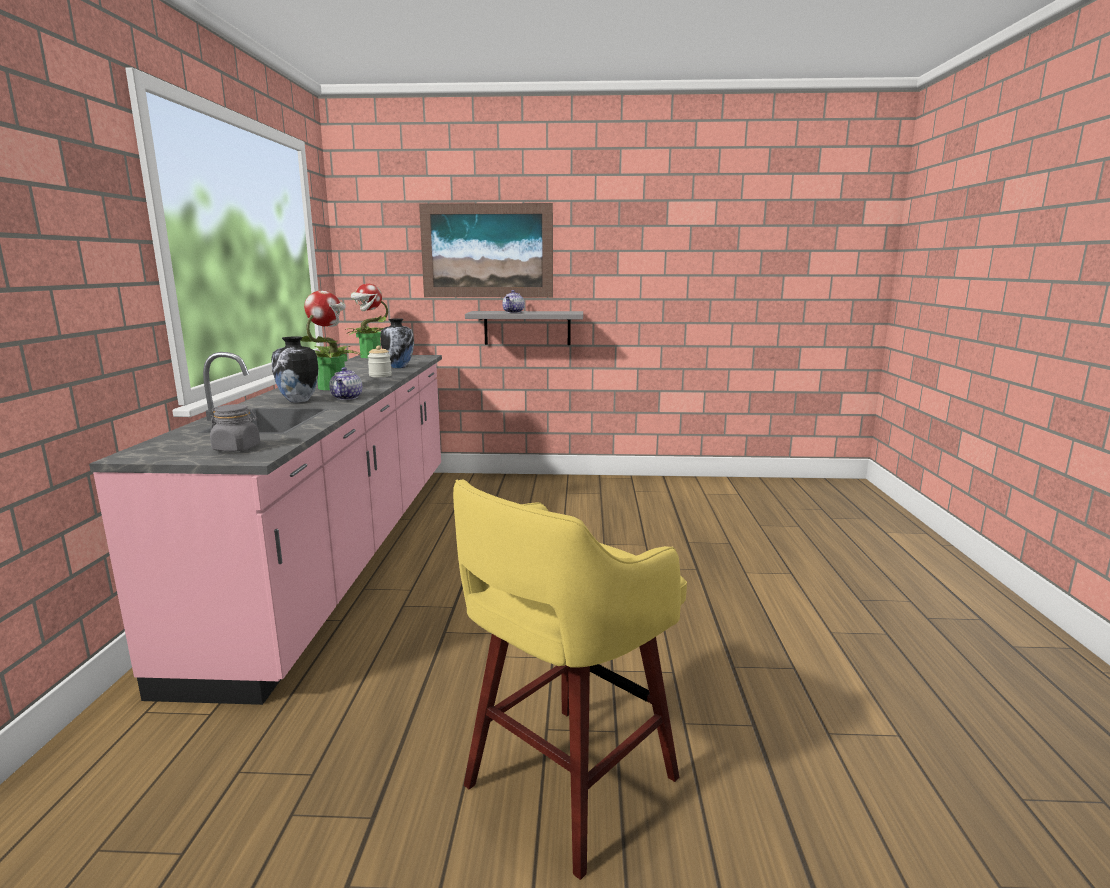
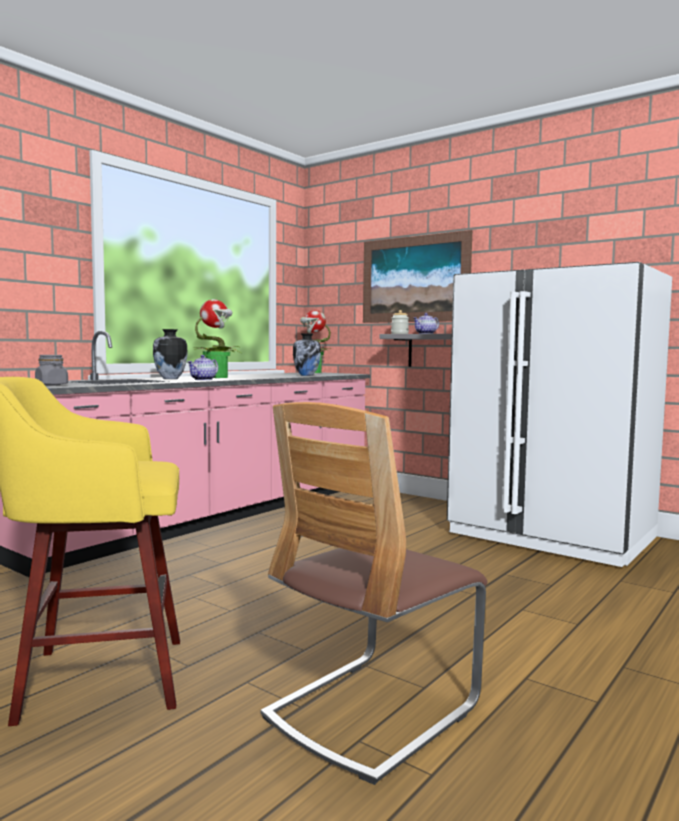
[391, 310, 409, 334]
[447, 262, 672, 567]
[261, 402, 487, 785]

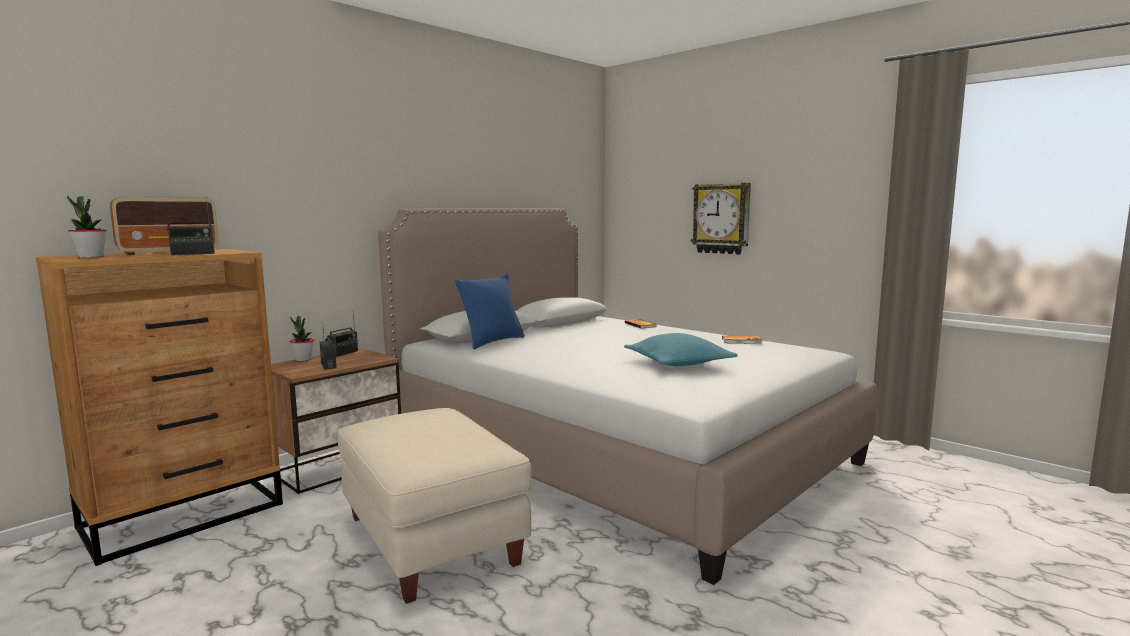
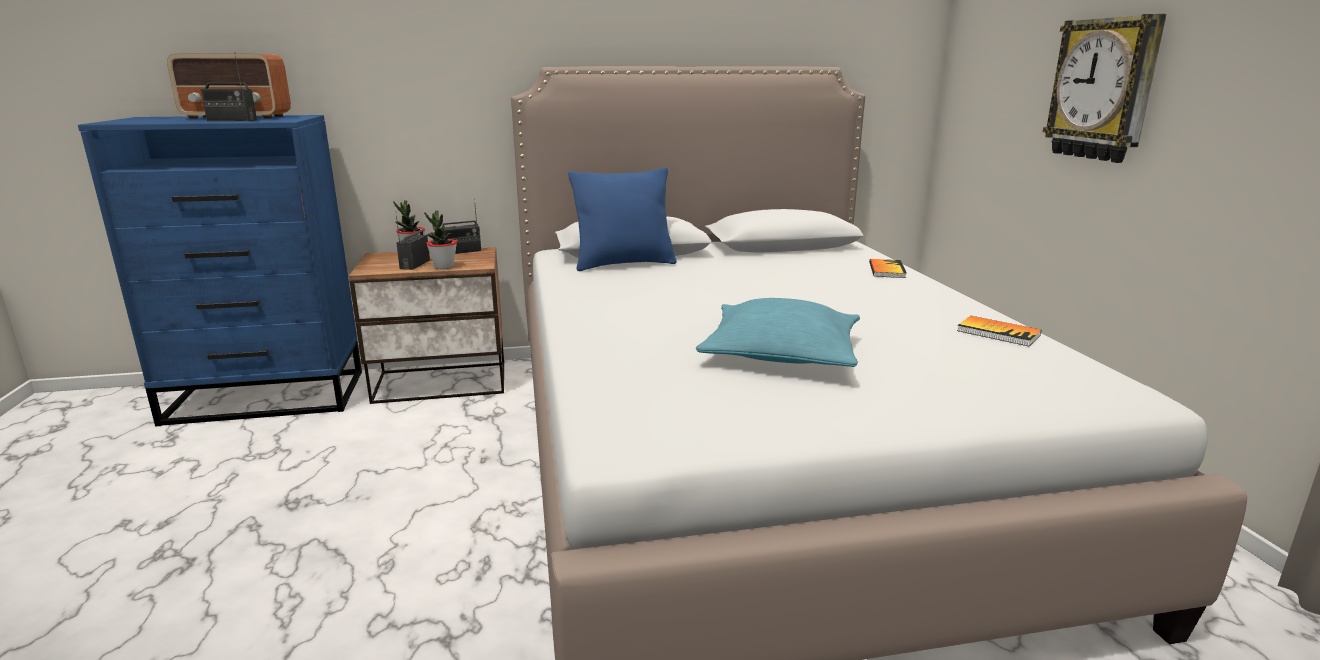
[424, 211, 457, 269]
[78, 115, 362, 426]
[338, 408, 531, 604] (first image)

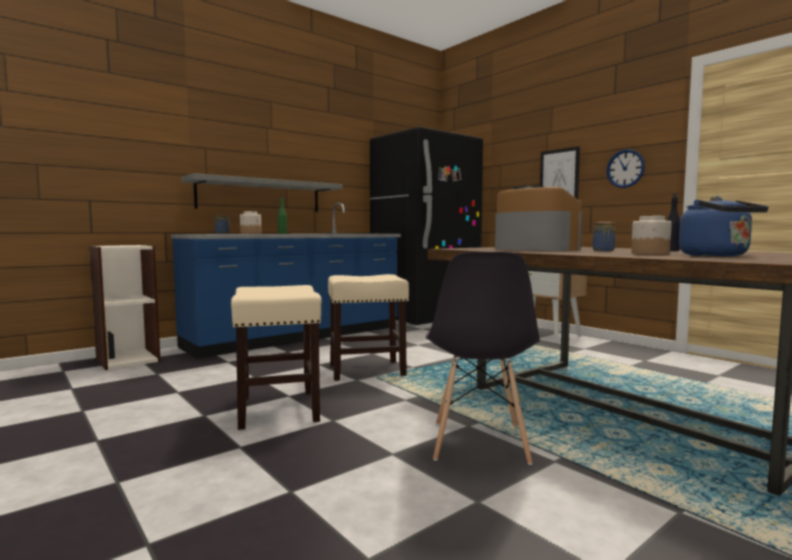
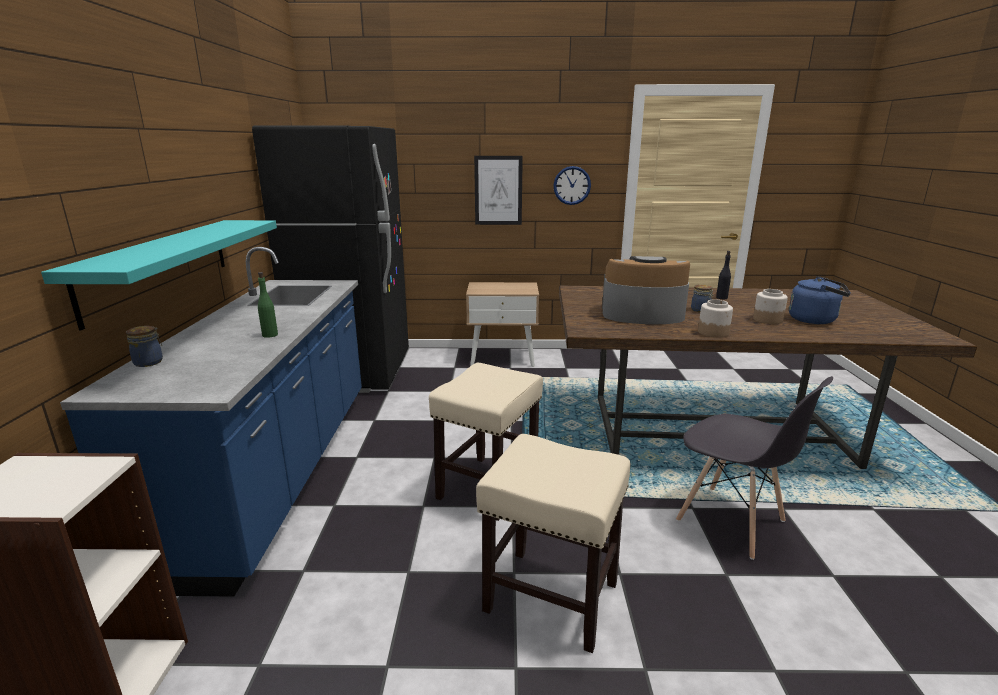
[41, 220, 277, 331]
[698, 299, 733, 338]

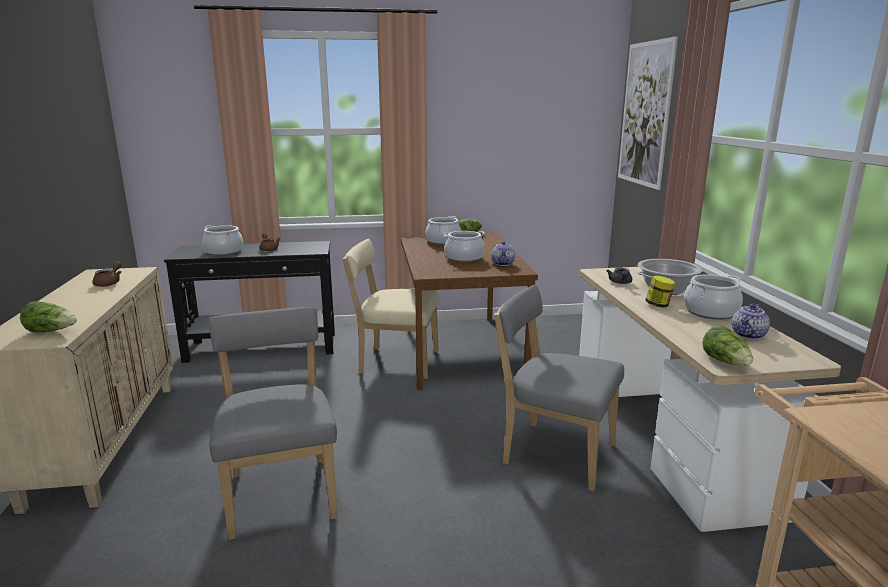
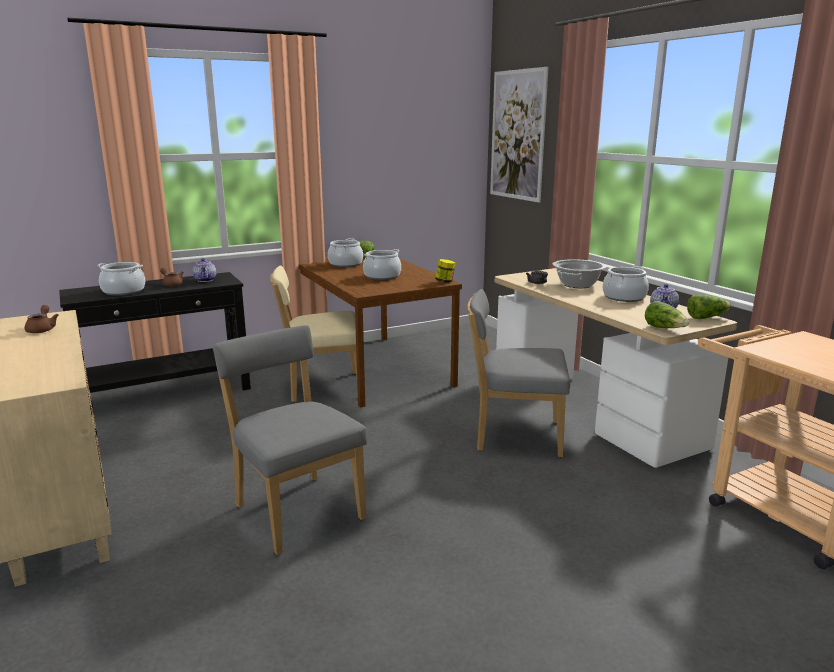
[192, 258, 216, 282]
[435, 259, 456, 283]
[687, 294, 732, 319]

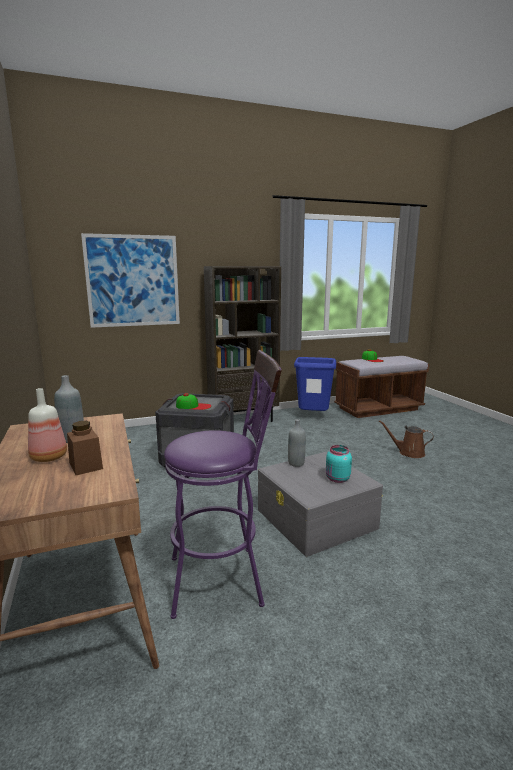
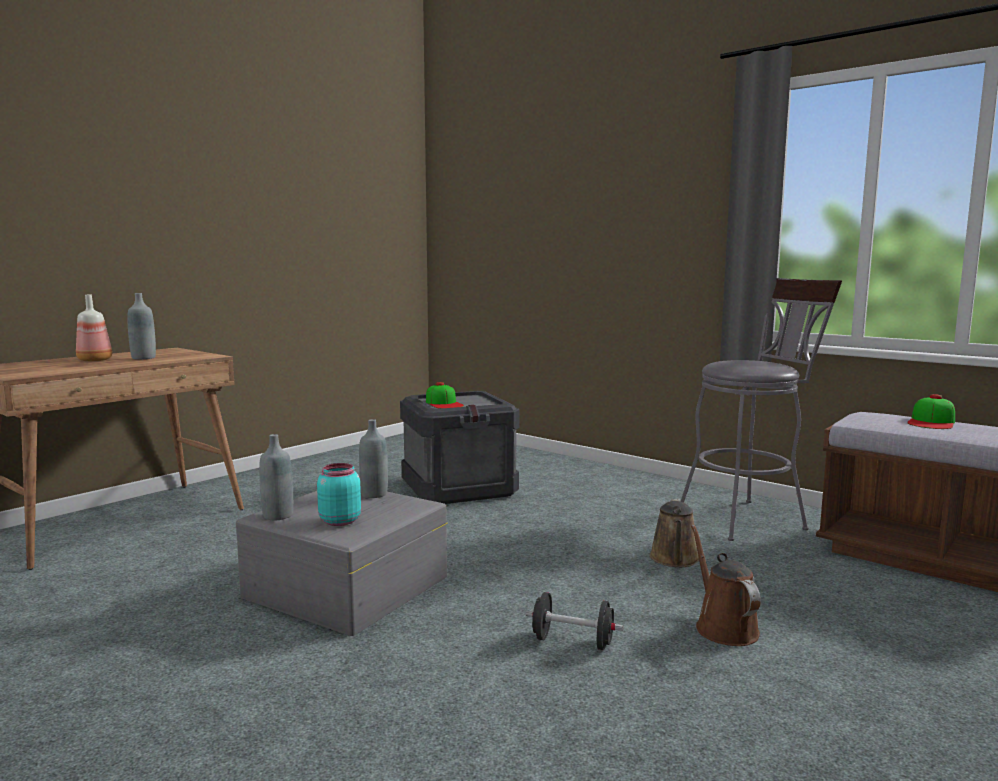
[81, 233, 180, 328] (first image)
[204, 266, 281, 422] (first image)
[164, 350, 282, 619] (first image)
[681, 278, 842, 541]
[67, 421, 103, 475] (first image)
[259, 434, 293, 521]
[650, 499, 699, 567]
[525, 592, 623, 650]

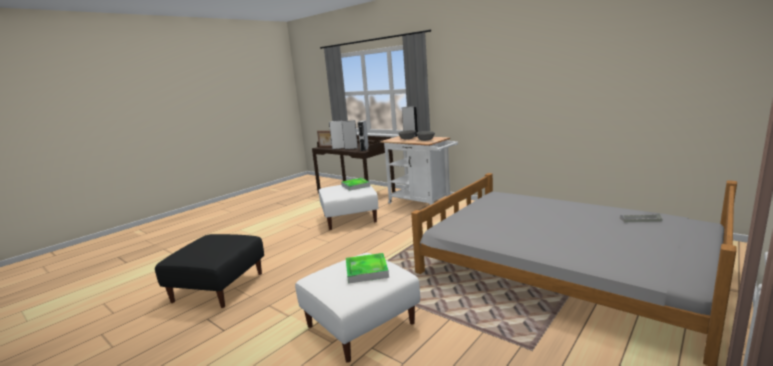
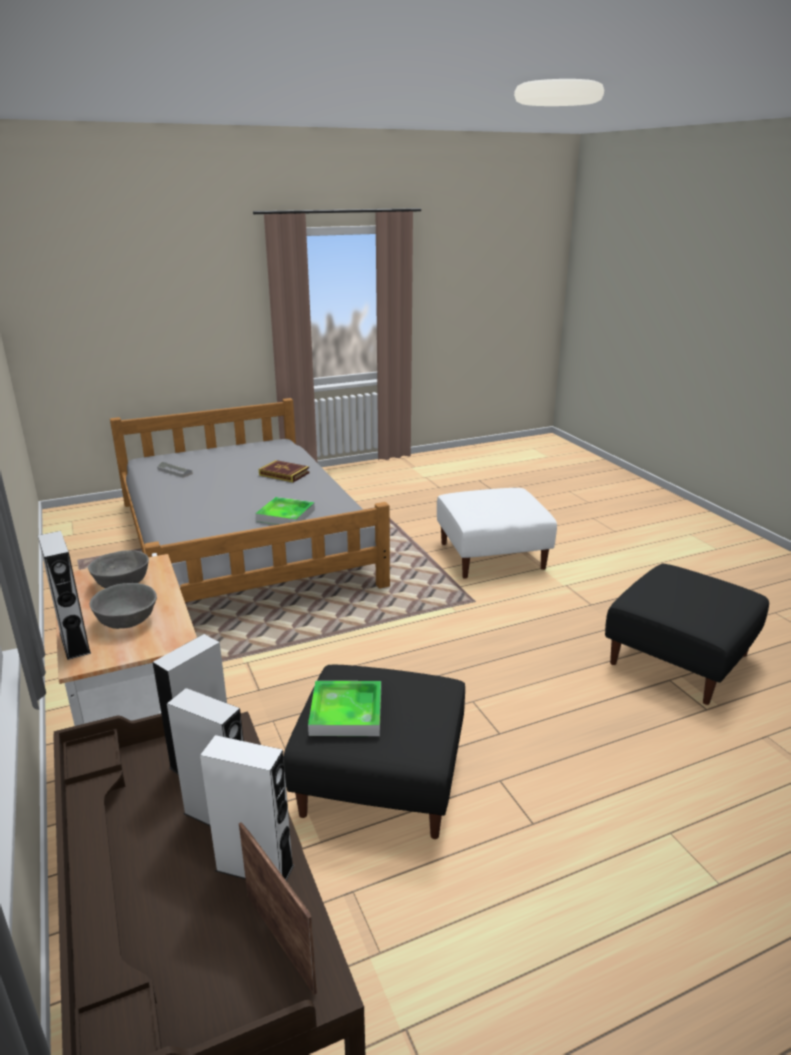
[284, 665, 465, 839]
[255, 497, 315, 525]
[259, 460, 310, 483]

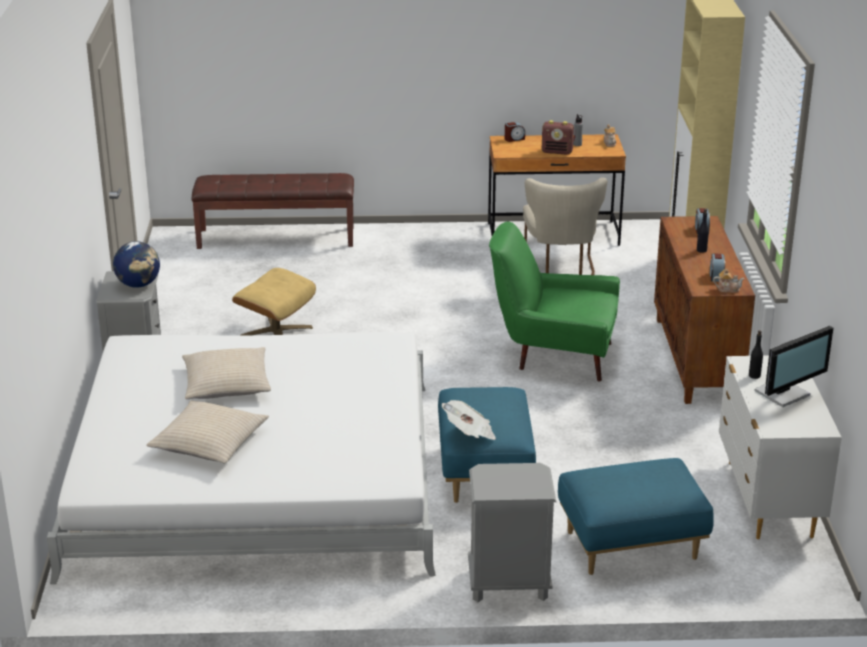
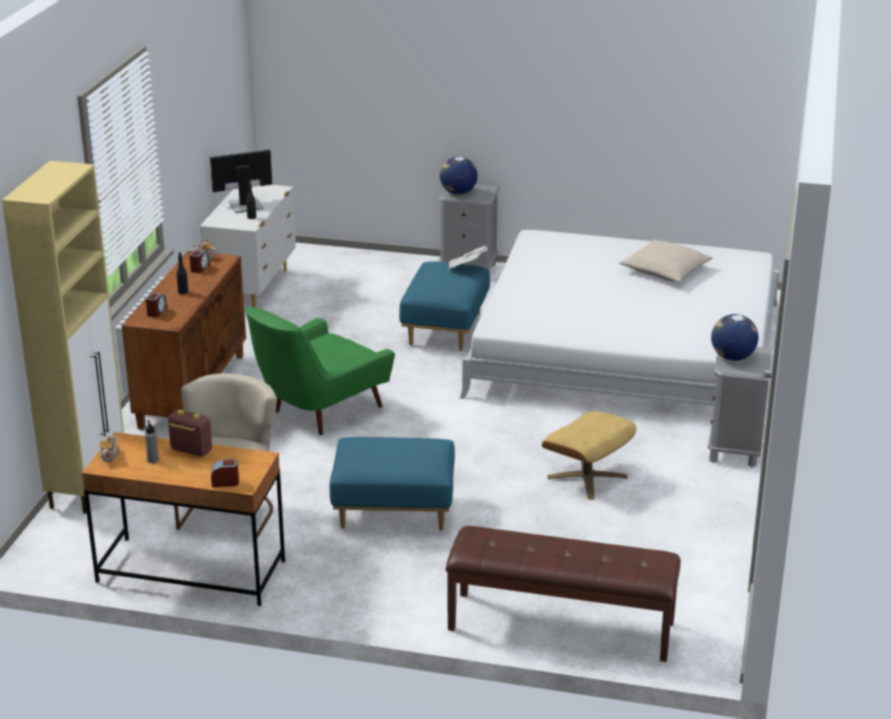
[245, 307, 395, 435]
[182, 347, 271, 399] (first image)
[329, 437, 455, 531]
[440, 157, 478, 195]

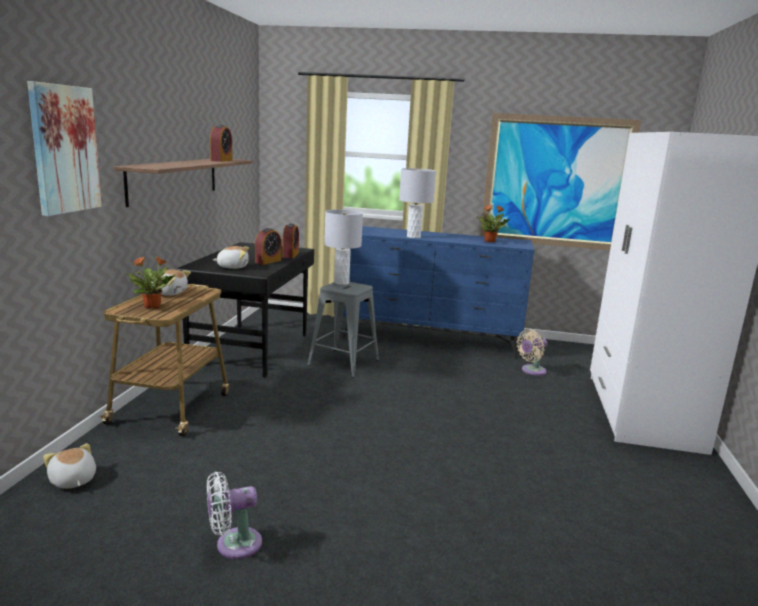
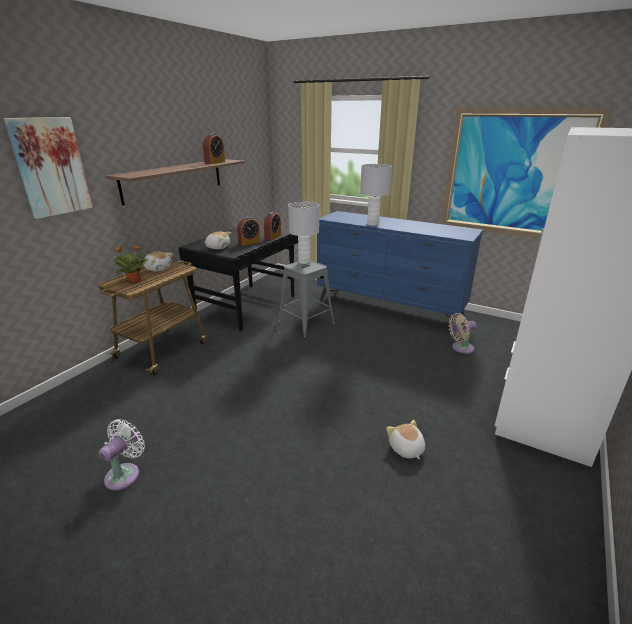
[477, 205, 510, 243] (first image)
[386, 420, 425, 460]
[99, 419, 145, 491]

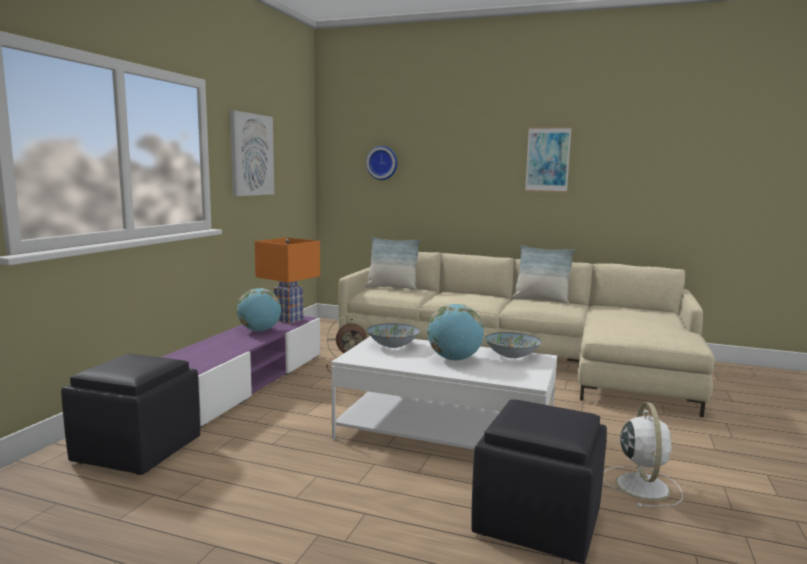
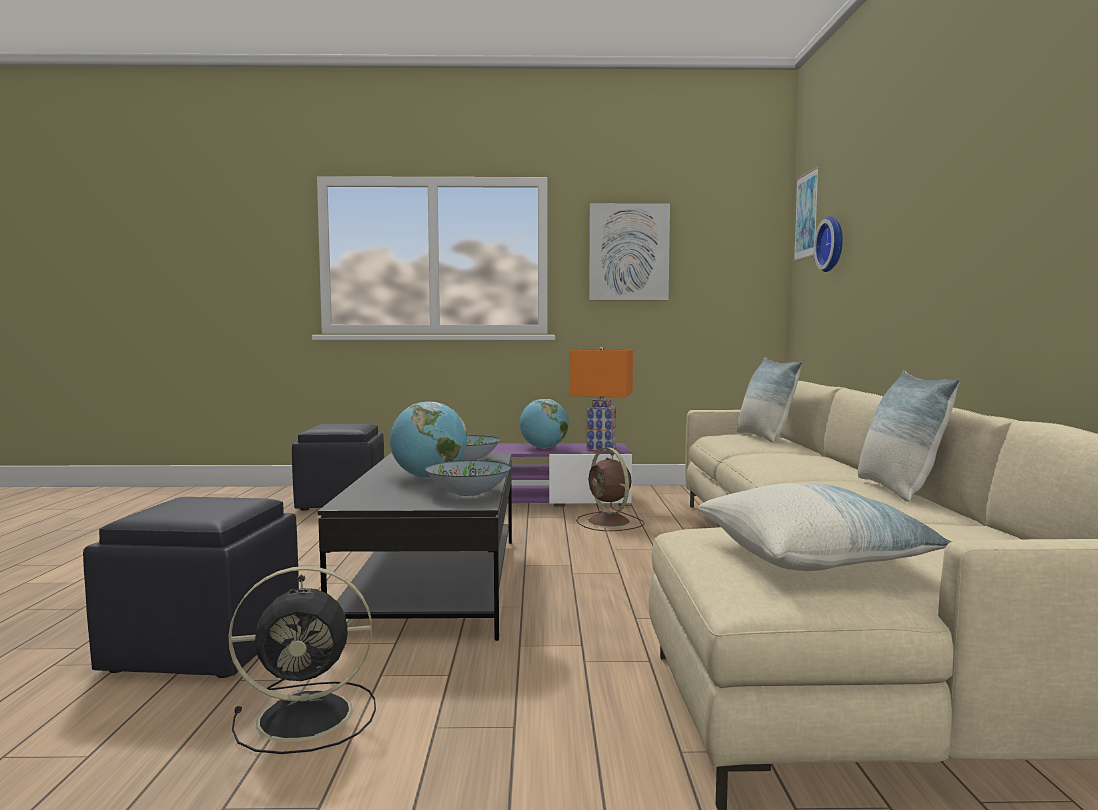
[793, 166, 819, 262]
[318, 453, 512, 641]
[228, 566, 376, 754]
[698, 483, 952, 571]

